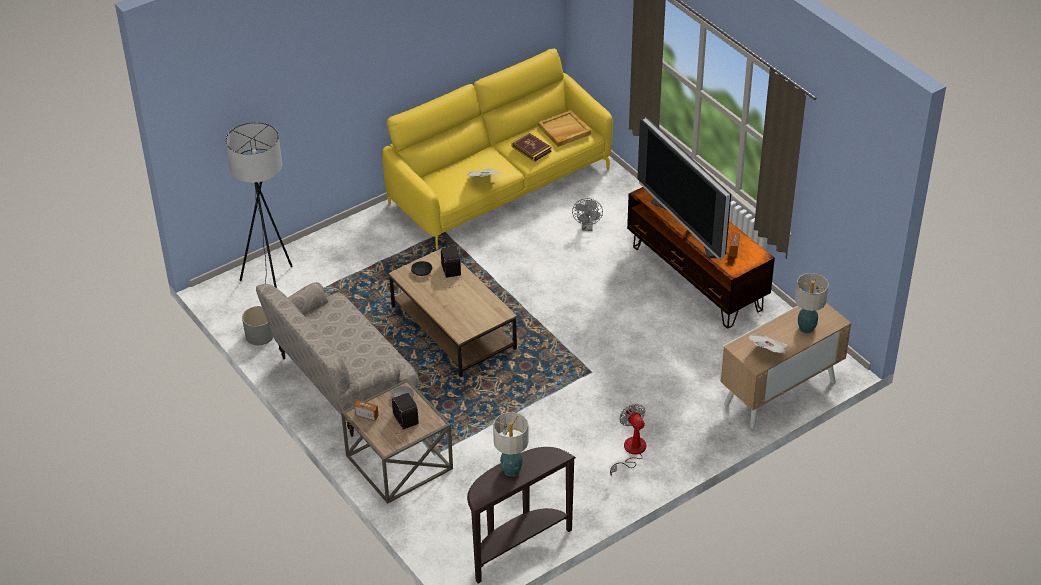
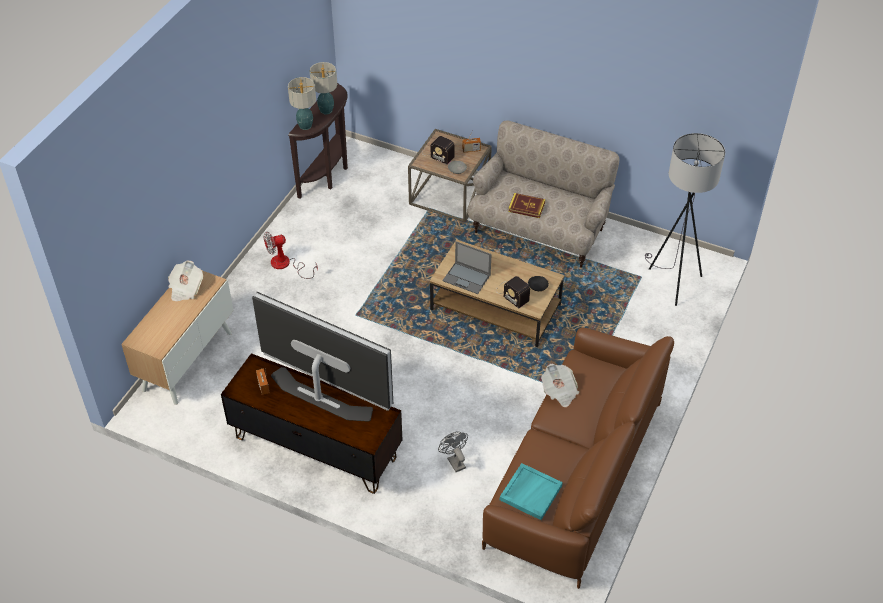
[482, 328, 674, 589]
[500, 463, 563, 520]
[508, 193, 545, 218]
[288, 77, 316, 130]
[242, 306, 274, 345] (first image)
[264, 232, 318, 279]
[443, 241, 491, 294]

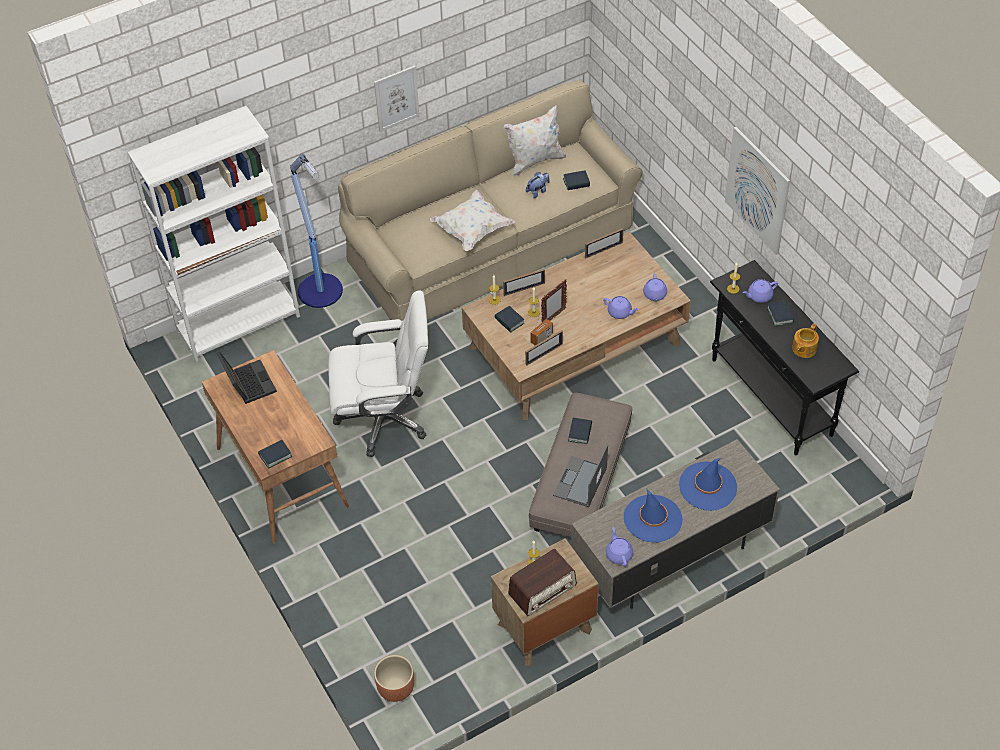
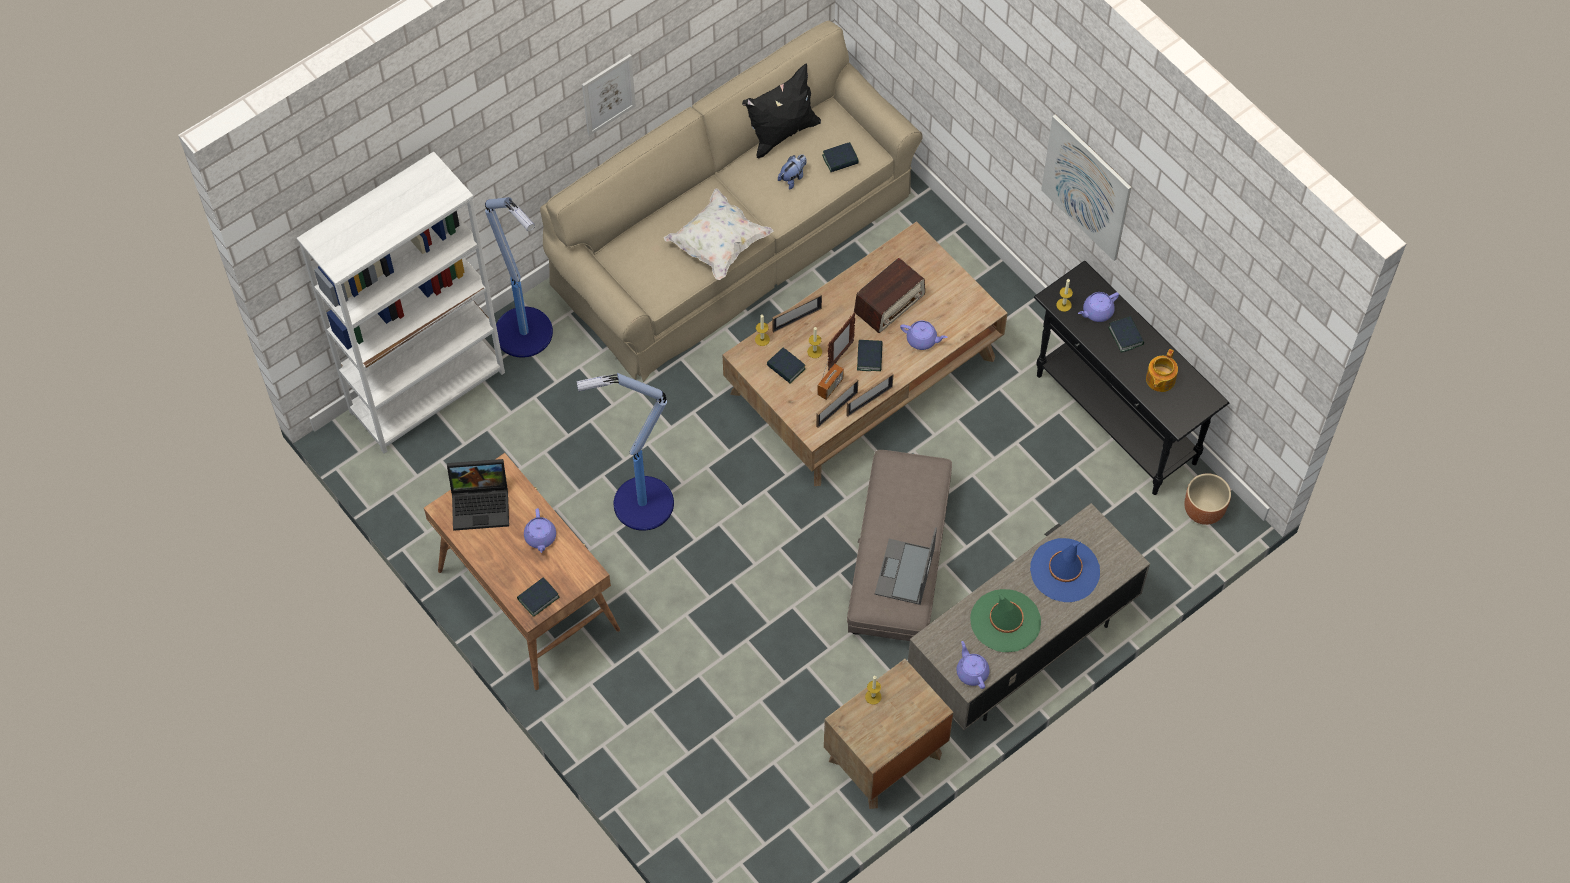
[742, 63, 821, 159]
[846, 373, 894, 417]
[524, 508, 556, 553]
[576, 373, 674, 531]
[447, 459, 509, 531]
[857, 340, 882, 371]
[970, 589, 1041, 652]
[854, 258, 925, 333]
[1185, 473, 1231, 525]

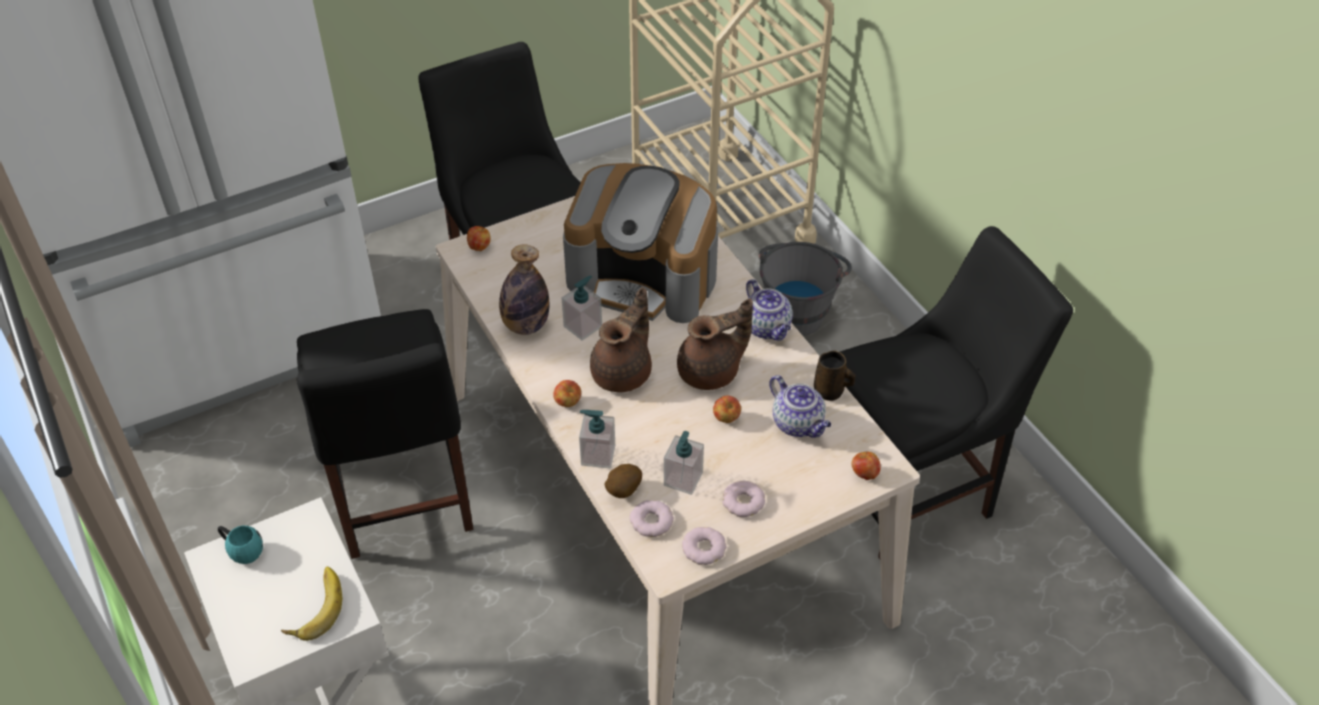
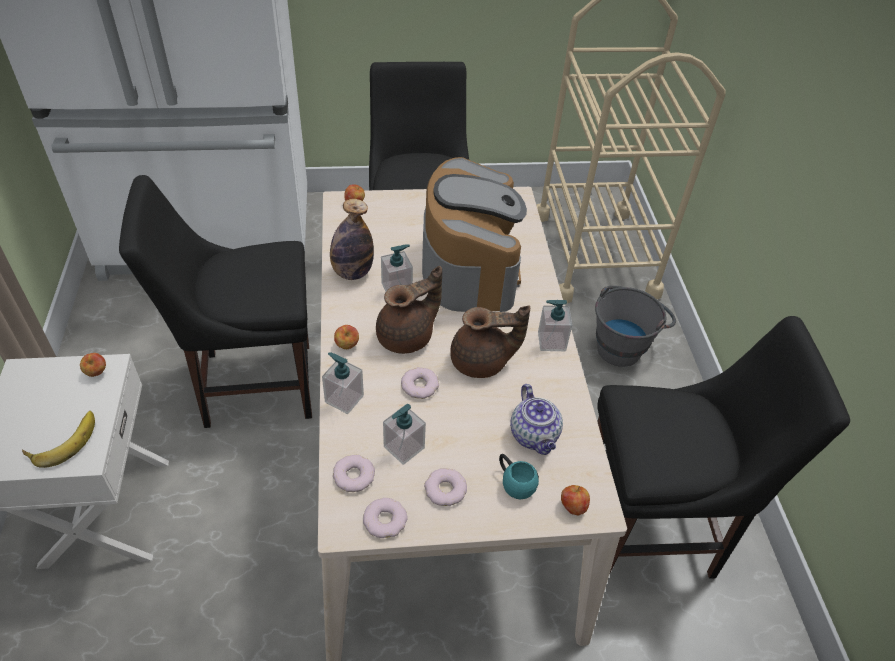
[422, 157, 527, 312]
[538, 300, 572, 351]
[119, 175, 312, 428]
[814, 350, 855, 401] (first image)
[80, 353, 106, 377]
[604, 464, 642, 498] (first image)
[499, 454, 539, 499]
[401, 367, 439, 399]

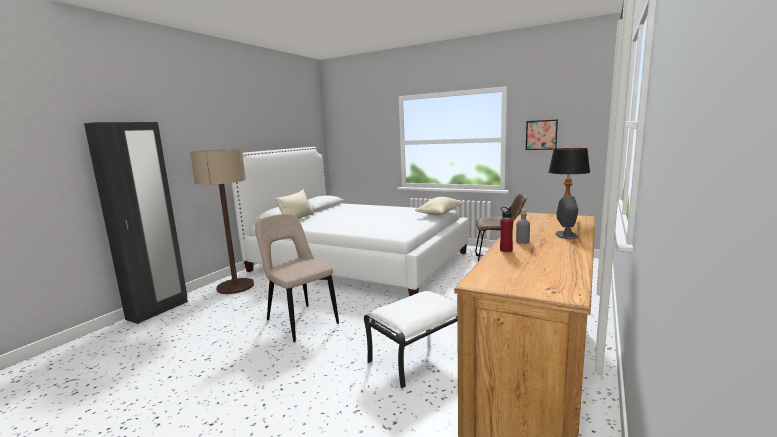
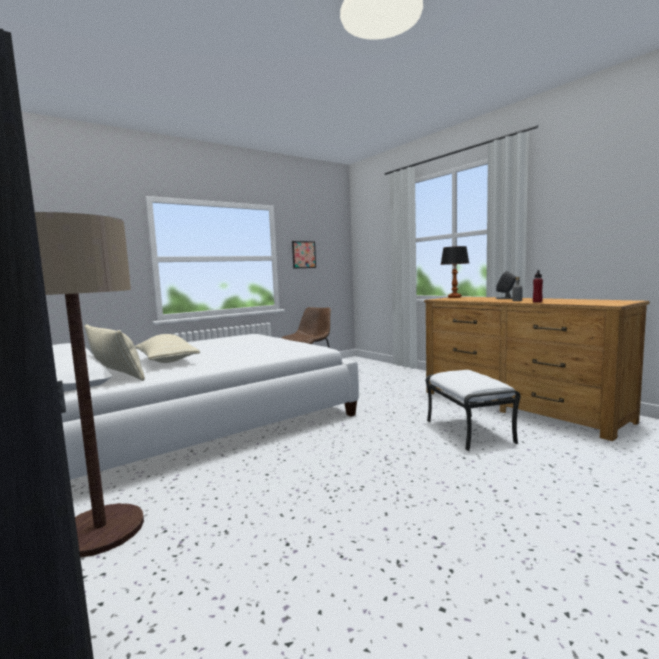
[135, 334, 200, 363]
[255, 214, 339, 342] (first image)

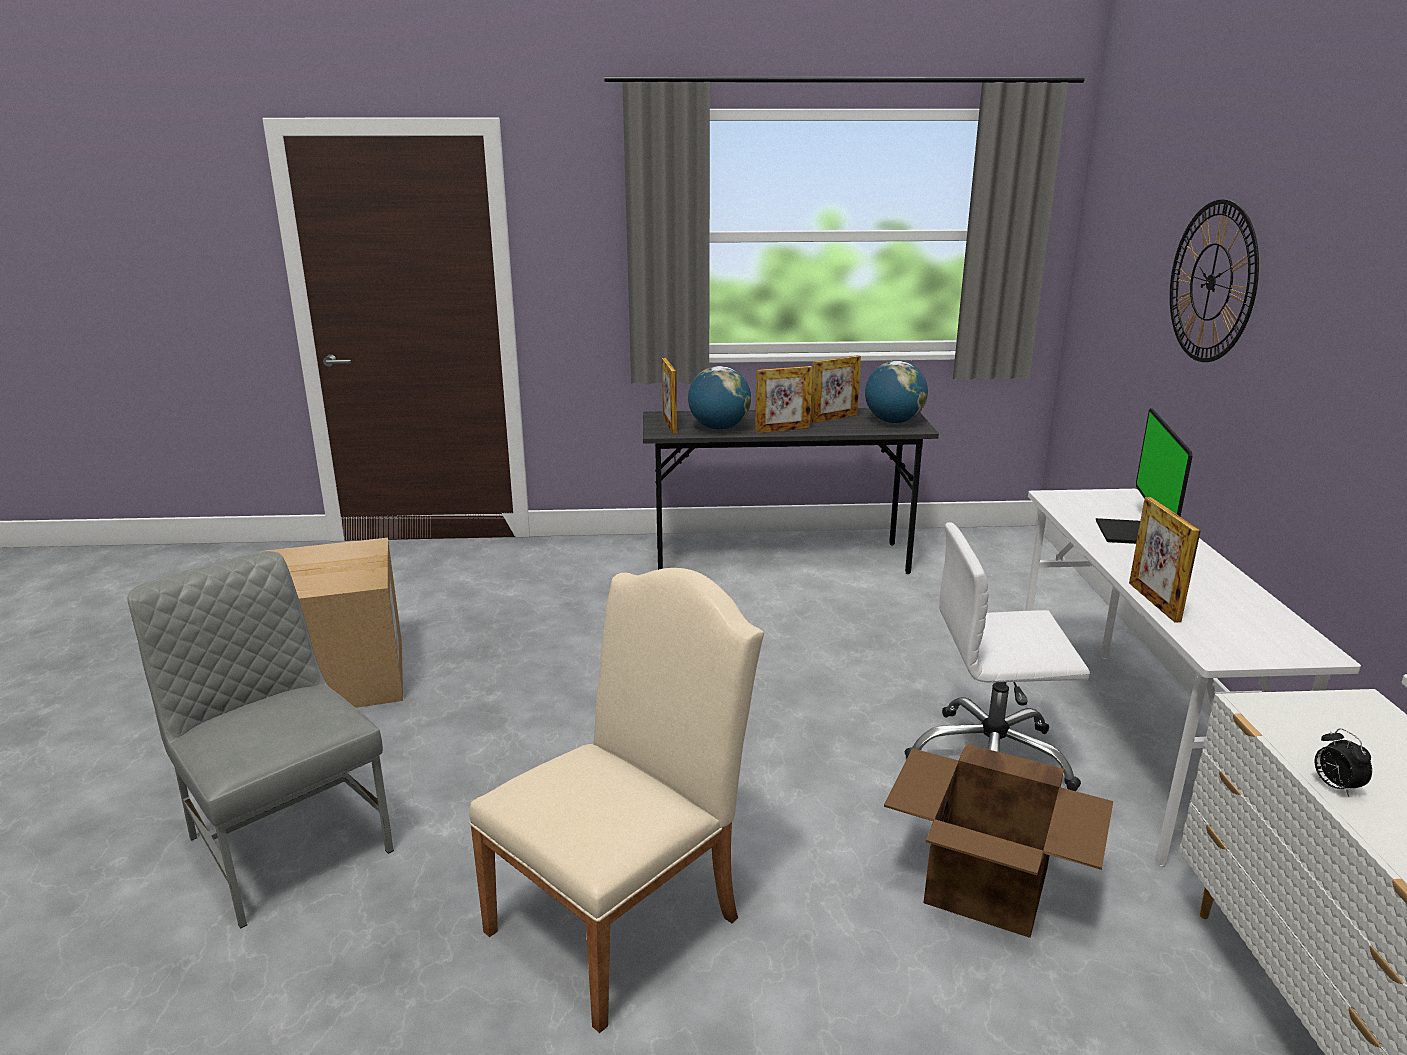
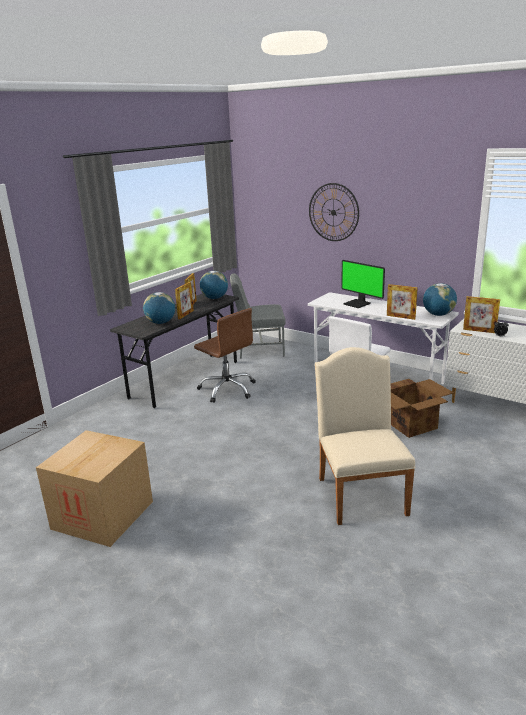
[463, 296, 500, 333]
[230, 273, 286, 358]
[423, 283, 457, 316]
[194, 308, 256, 403]

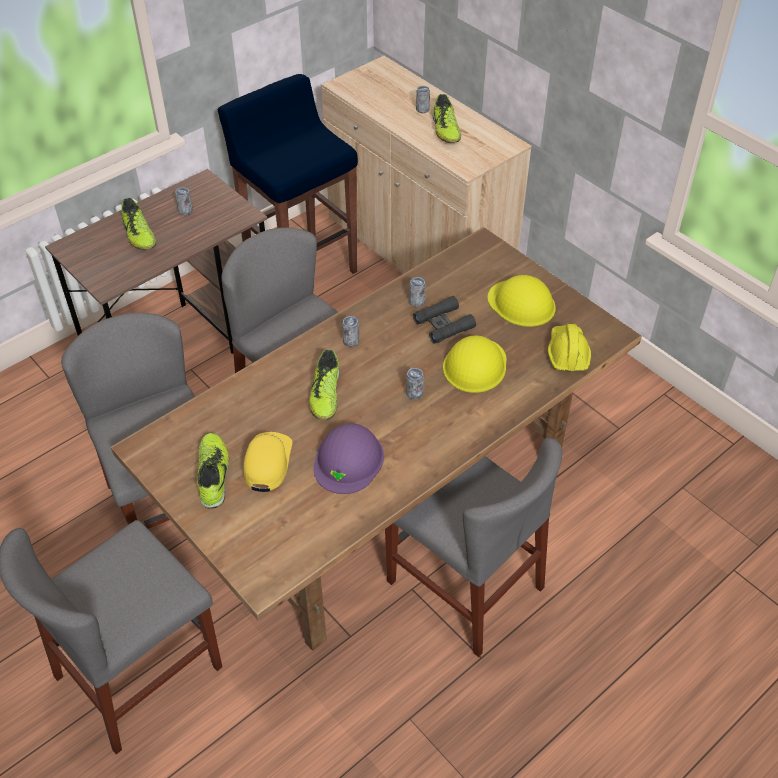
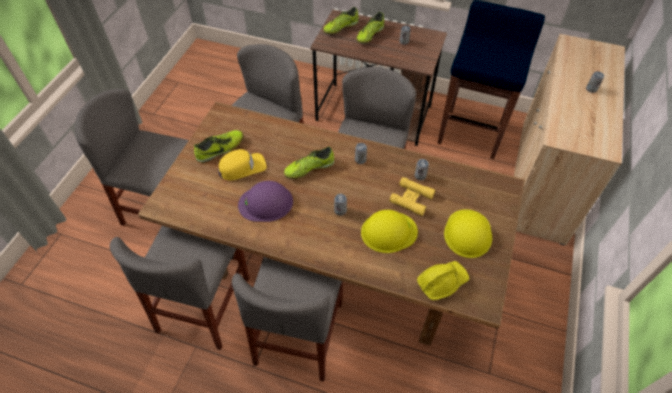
[323, 7, 358, 34]
[389, 177, 436, 216]
[110, 226, 249, 350]

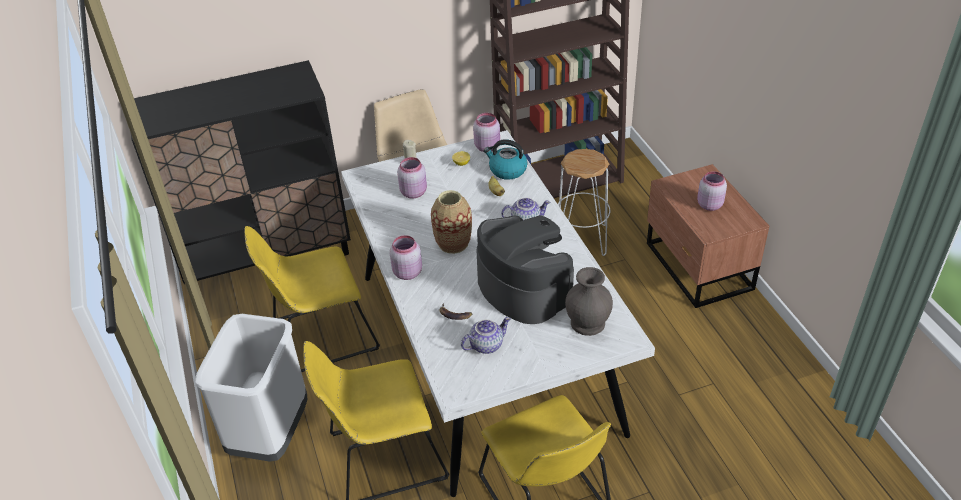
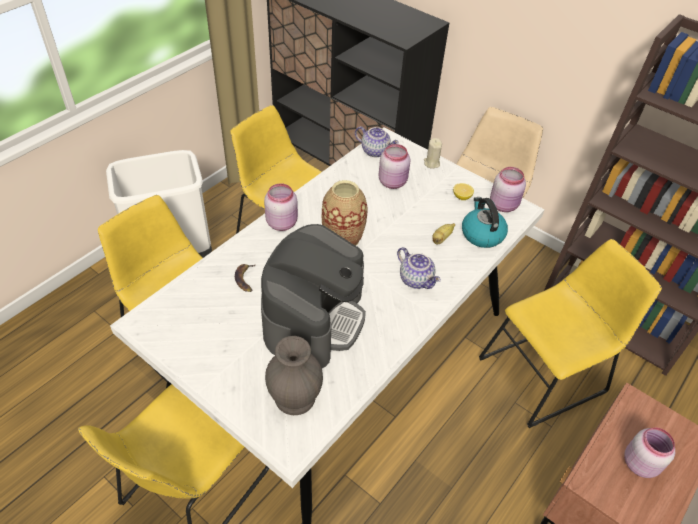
[479, 239, 662, 428]
[355, 126, 399, 157]

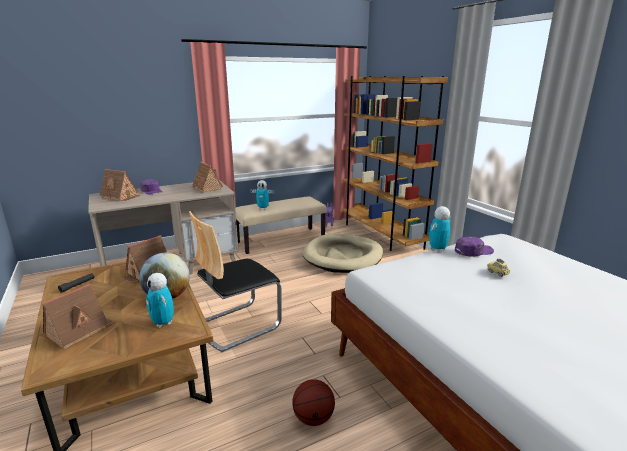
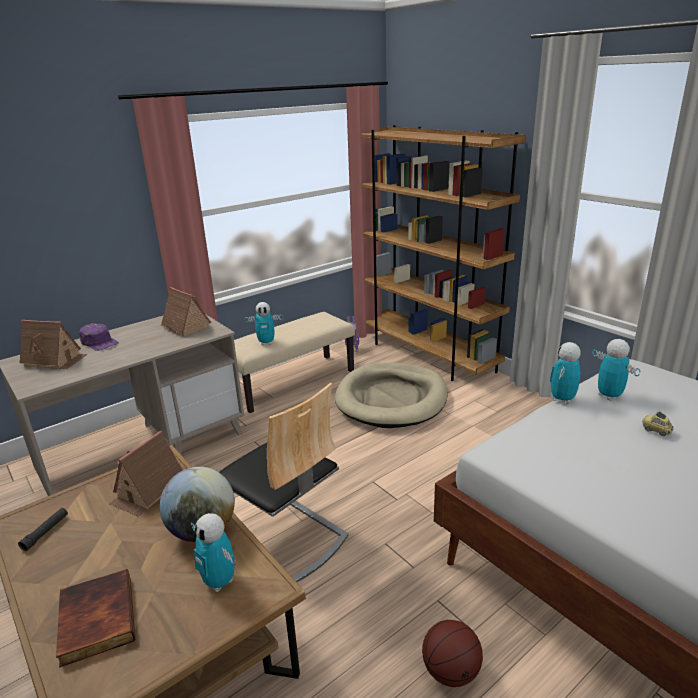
[219, 383, 349, 582]
[593, 339, 640, 401]
[56, 569, 135, 668]

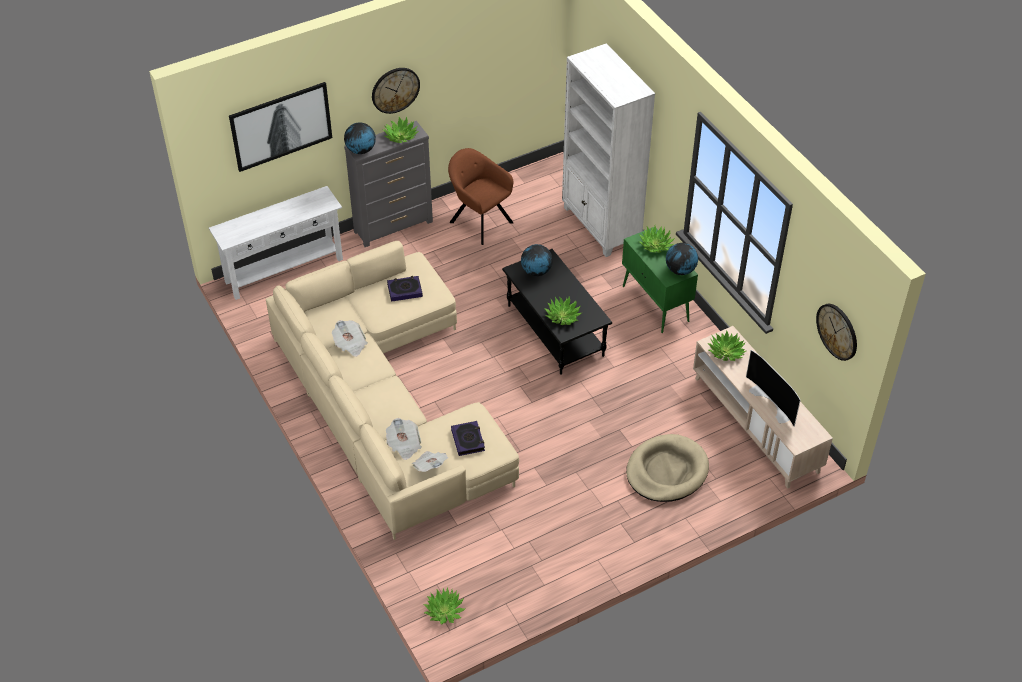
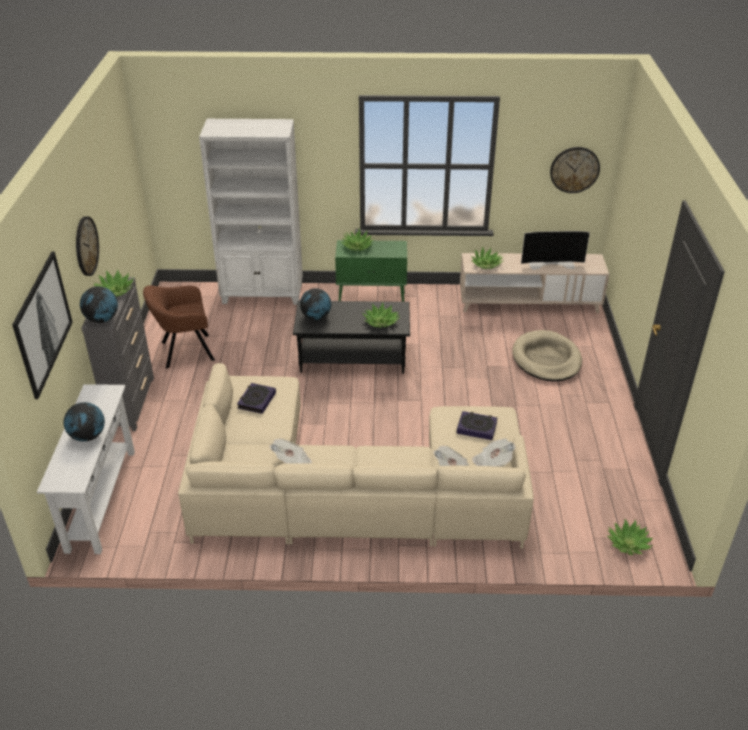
[64, 402, 105, 442]

